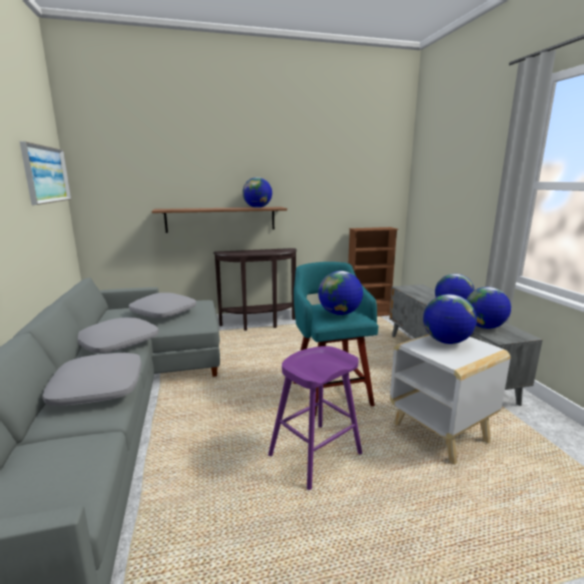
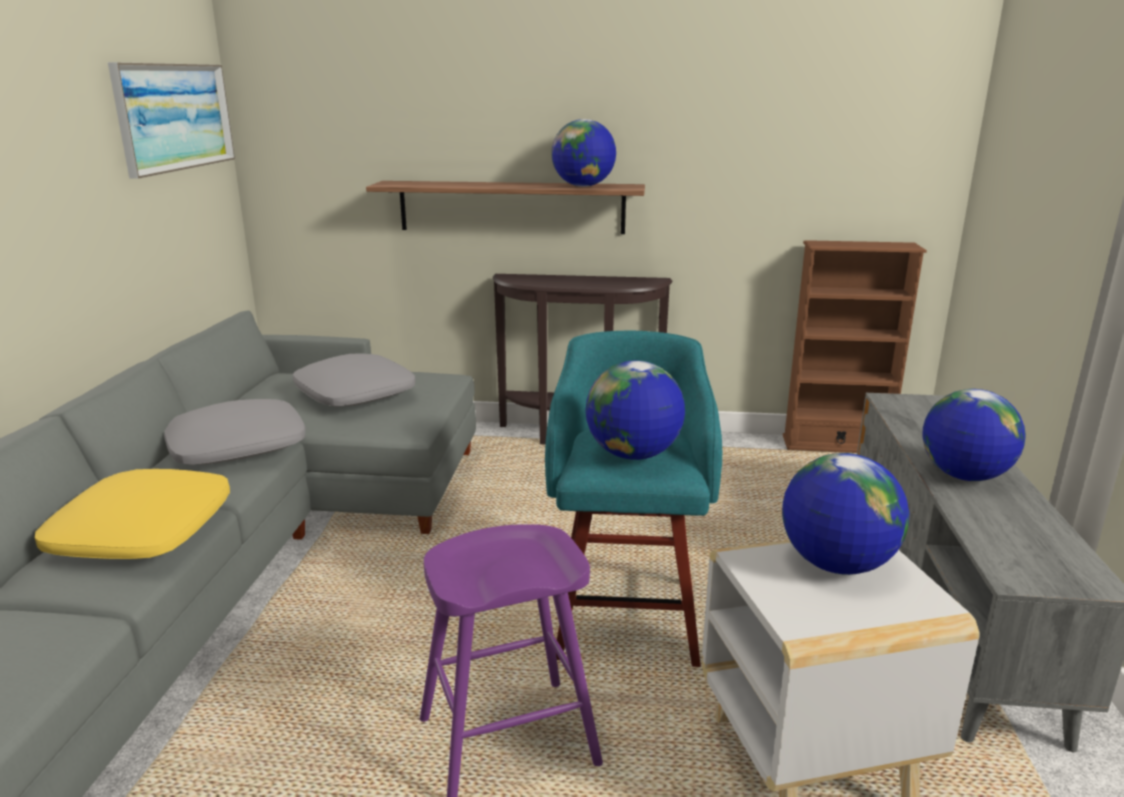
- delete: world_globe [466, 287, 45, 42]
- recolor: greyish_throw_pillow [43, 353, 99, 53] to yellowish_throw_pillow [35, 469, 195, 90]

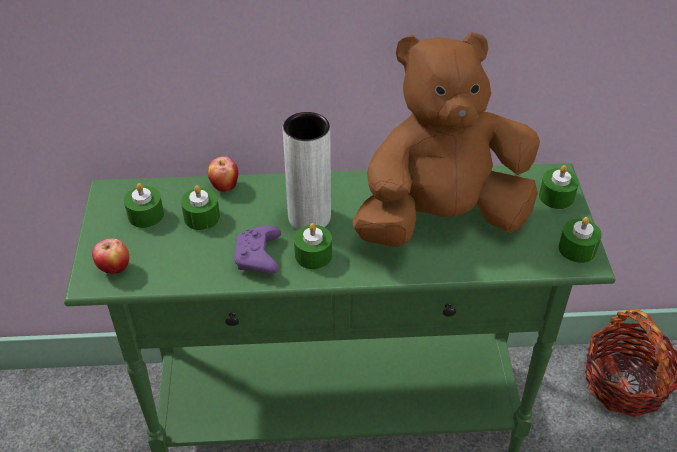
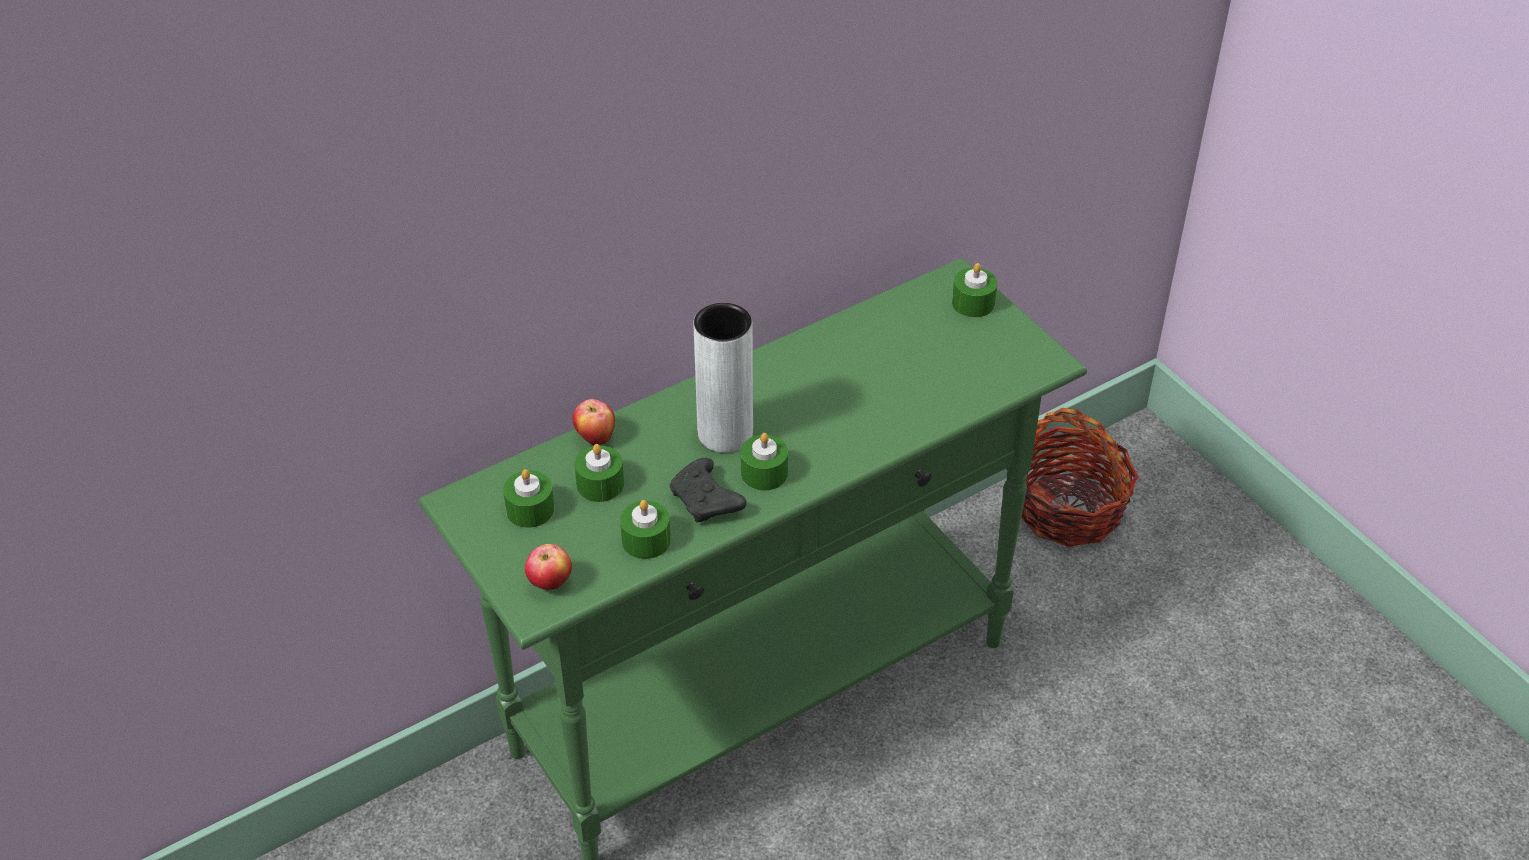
- delete: brown_soft_toy [352, 32, 188, 215]
- move: greenish_candle [559, 217, 43, 46] to [620, 500, 51, 59]
- recolor: purple_joypad [234, 226, 47, 48] to black-coloured_joypad [670, 458, 76, 64]

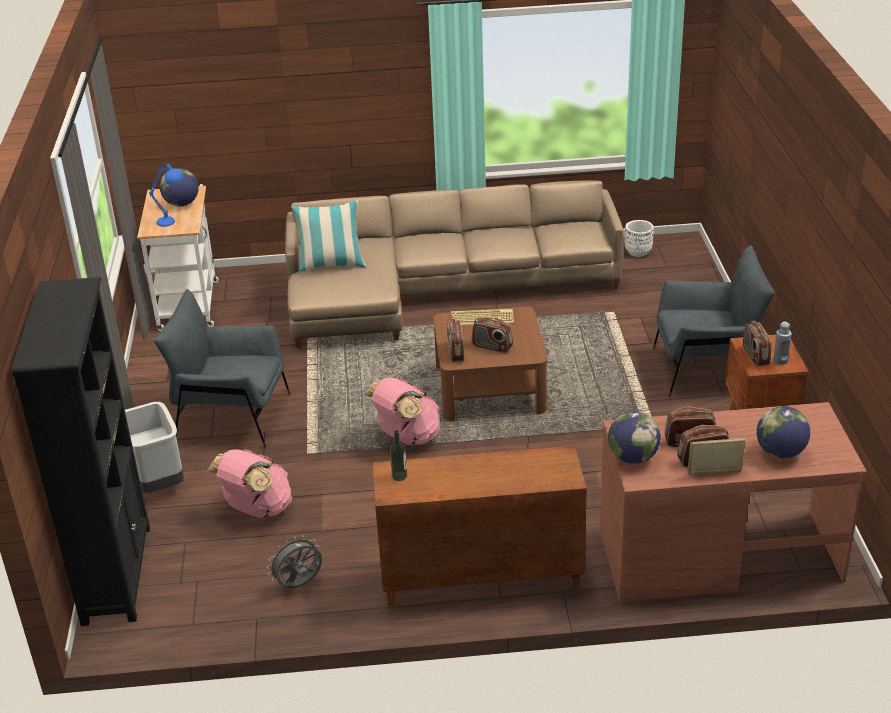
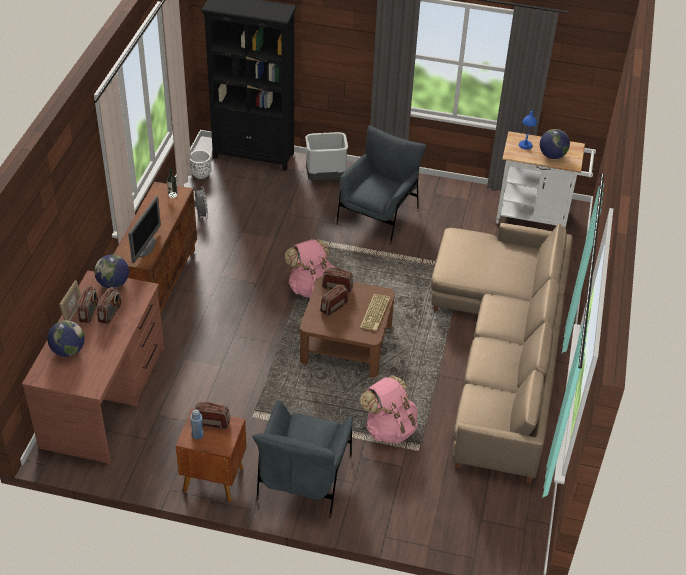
- delete: throw_pillow [291, 200, 75, 71]
- move: whitish_planter [625, 220, 29, 37] to [190, 150, 22, 29]
- move: pinkish_backpack [207, 449, 85, 69] to [360, 375, 58, 69]
- insert: computer_screen [128, 196, 33, 67]

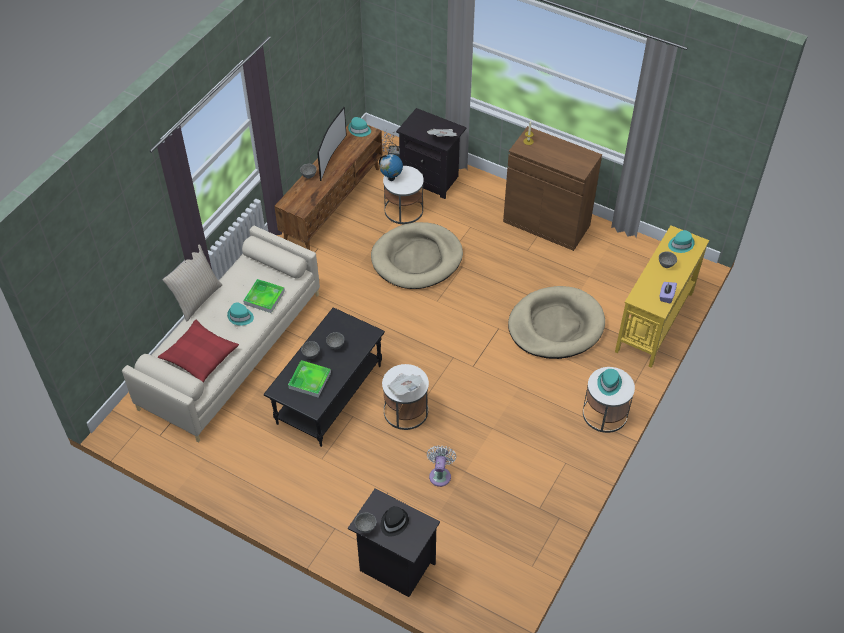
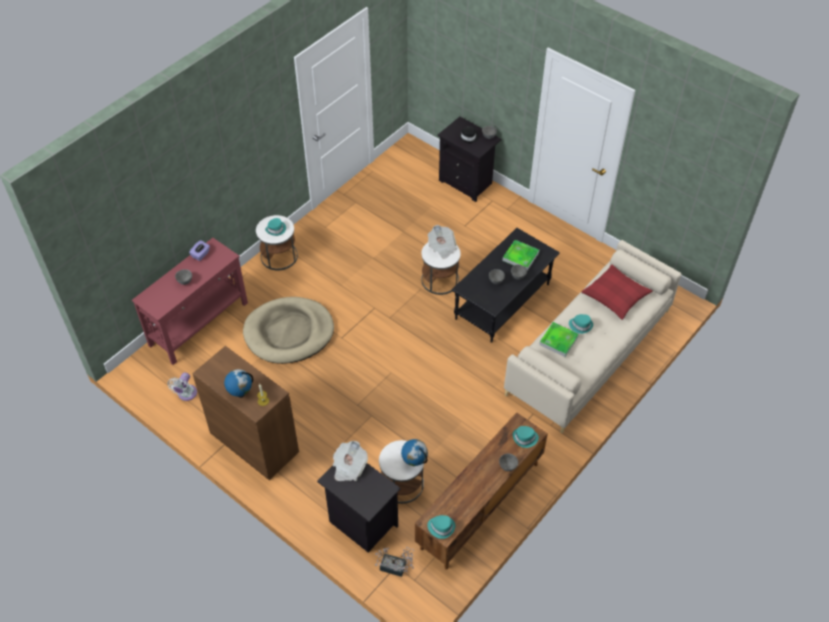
- delete: TV [317, 107, 29, 74]
- delete: sand-coloured_pet_bed [371, 222, 92, 67]
- recolor: yellowish_hall_table [615, 225, 94, 143] to red-coloured_hall_table [132, 238, 116, 127]
- move: turquoise_clothing_hat [668, 230, 27, 23] to [513, 426, 26, 22]
- delete: sand-coloured_throw_pillow [163, 245, 59, 76]
- move: whitish_fan [427, 445, 29, 42] to [167, 372, 30, 29]
- insert: world_globe [224, 369, 29, 29]

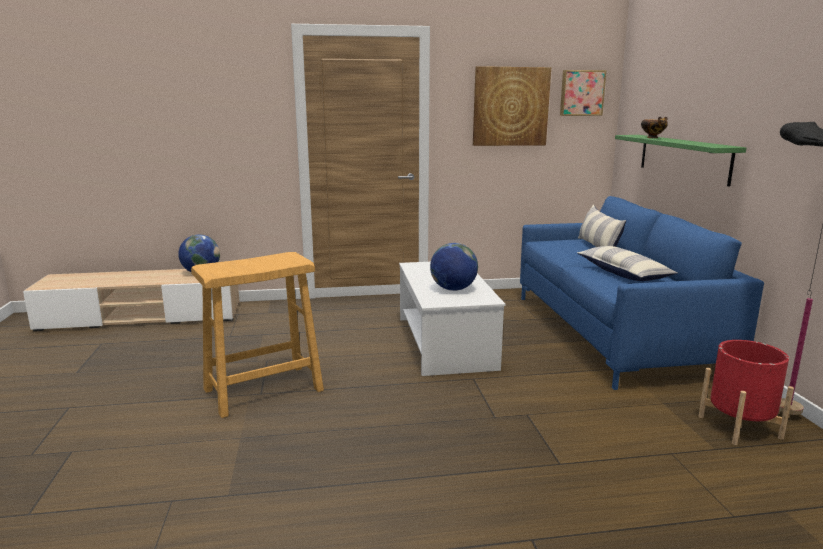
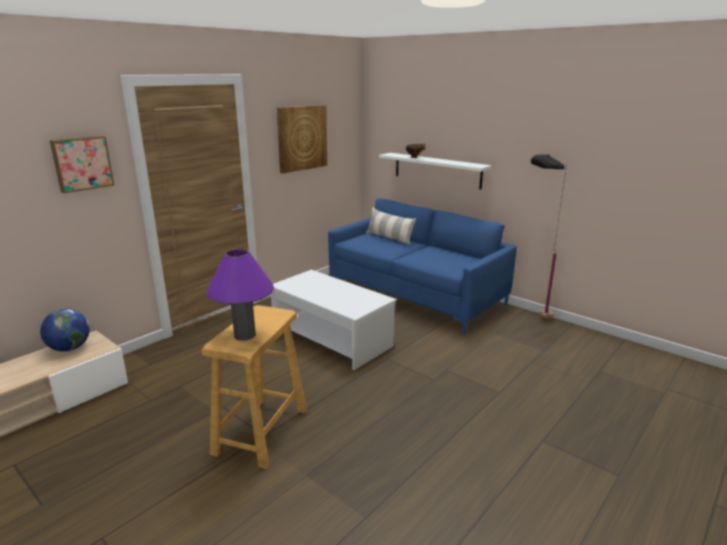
- move: wall_picture [560, 70, 47, 46] to [50, 136, 64, 57]
- recolor: greenish_bracket_shelf [615, 135, 131, 52] to whitish_bracket_shelf [379, 153, 113, 36]
- delete: world_globe [430, 243, 48, 48]
- delete: throw_pillow [577, 246, 100, 35]
- delete: red-coloured_planter [698, 340, 96, 105]
- insert: purple_table_lamp [207, 249, 67, 92]

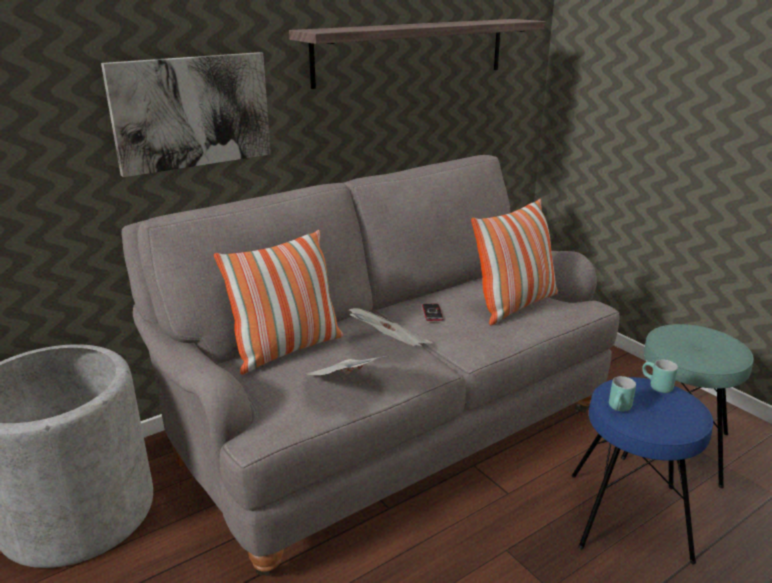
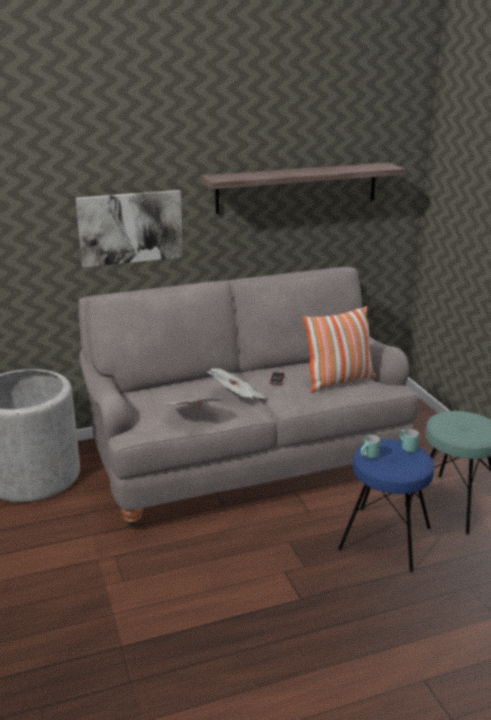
- delete: throw_pillow [214, 230, 129, 144]

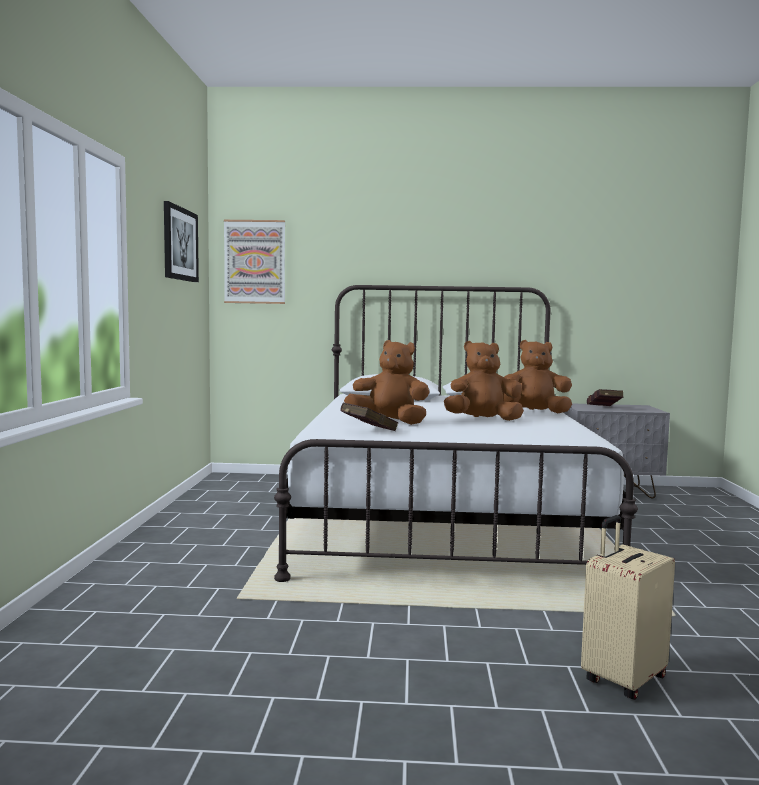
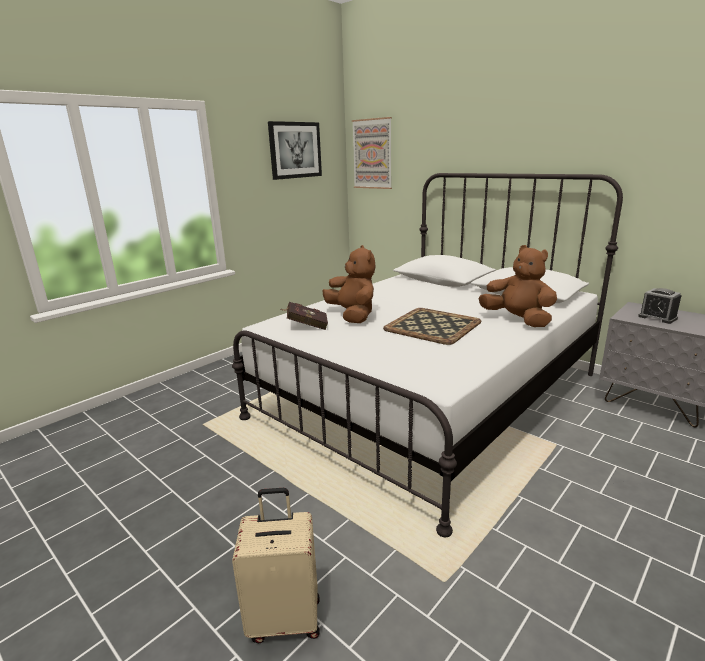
- replace: brown_soft_toy [444, 341, 80, 80] to tray [383, 308, 99, 37]
- replace: red-coloured_volume [587, 389, 36, 17] to bedside_clock [638, 288, 44, 36]

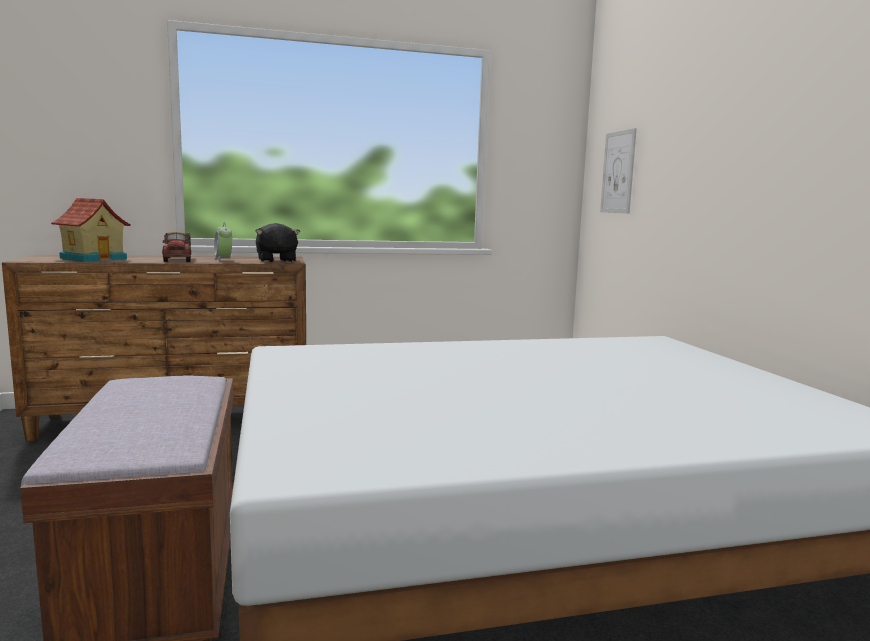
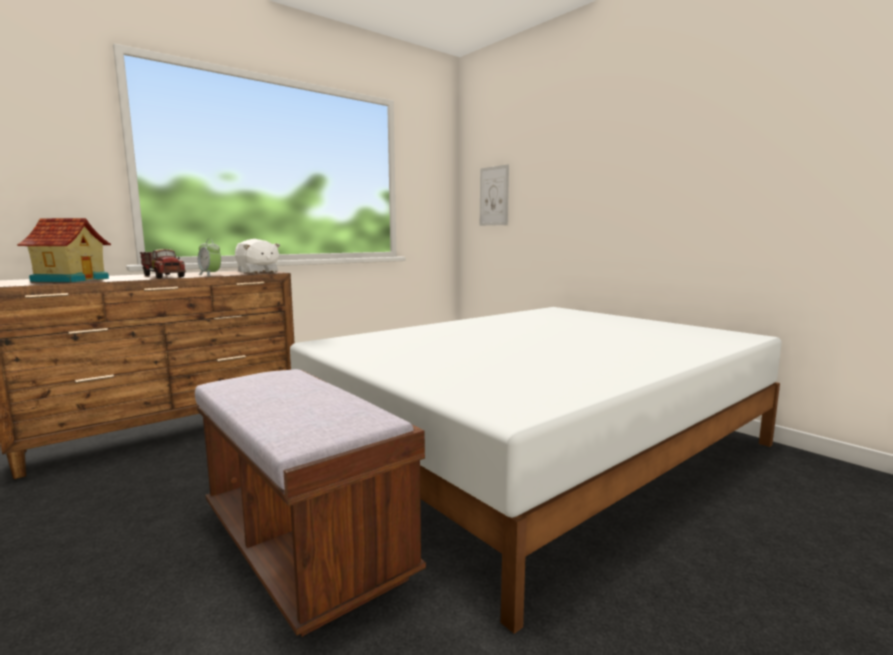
- recolor: black-coloured_soft_toy [256, 223, 44, 39] to whitish_soft_toy [235, 239, 45, 35]

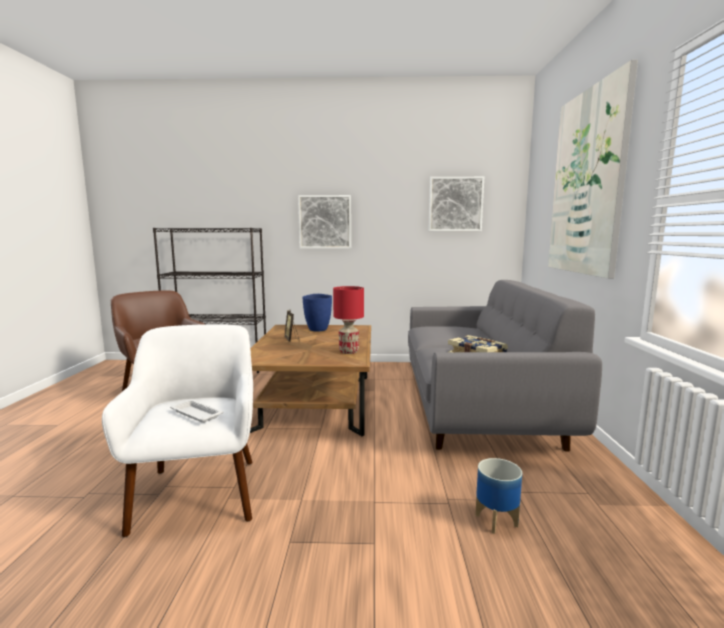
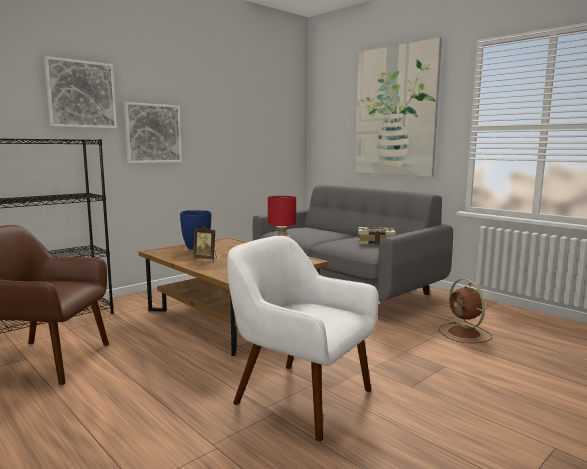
- move: wall_picture [428, 177, 56, 54] to [44, 56, 73, 73]
- delete: whitish_tray [170, 400, 53, 23]
- replace: planter [475, 458, 47, 76] to brown_fan [439, 279, 54, 64]

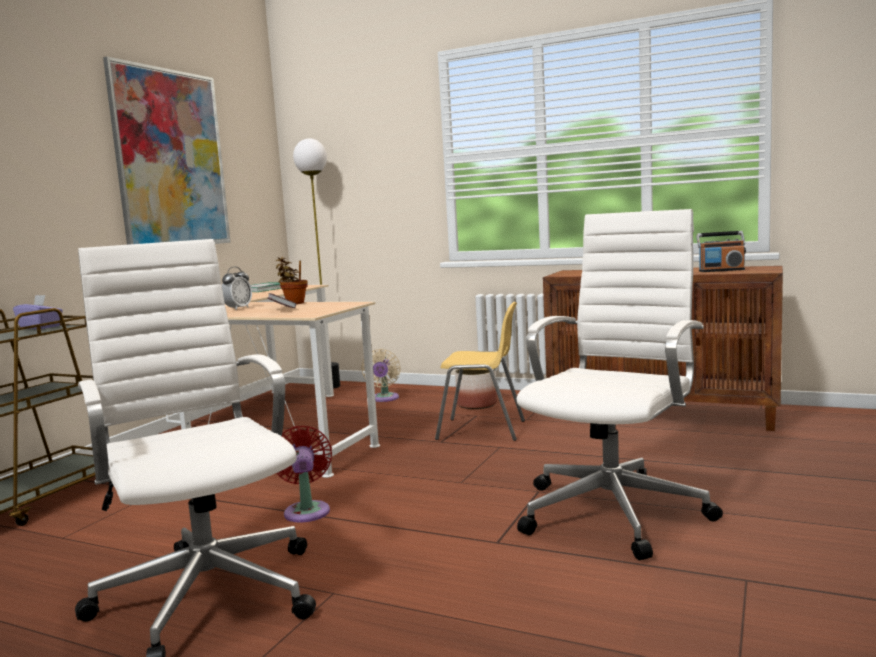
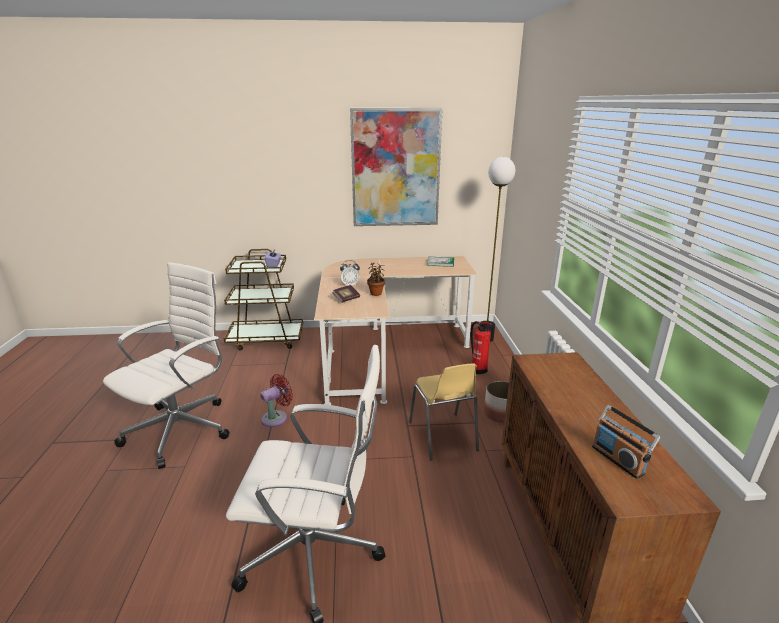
- replace: sand-coloured_fan [361, 349, 40, 53] to extinguisher [470, 321, 21, 54]

